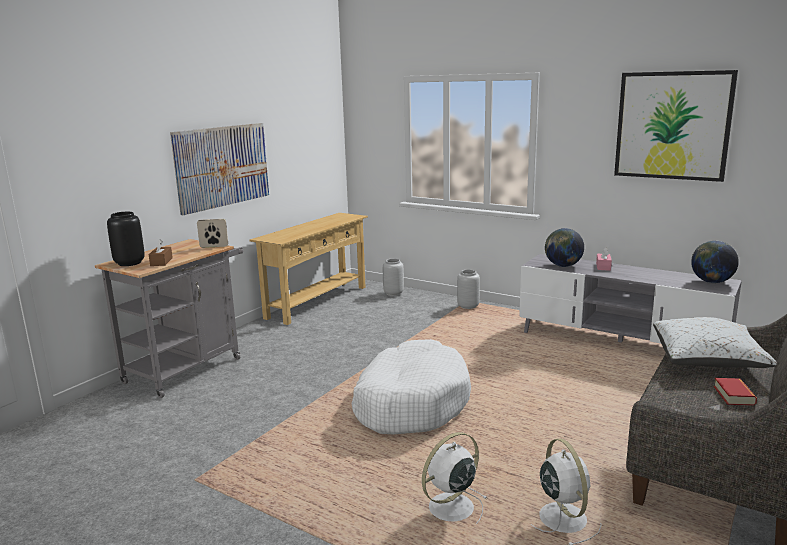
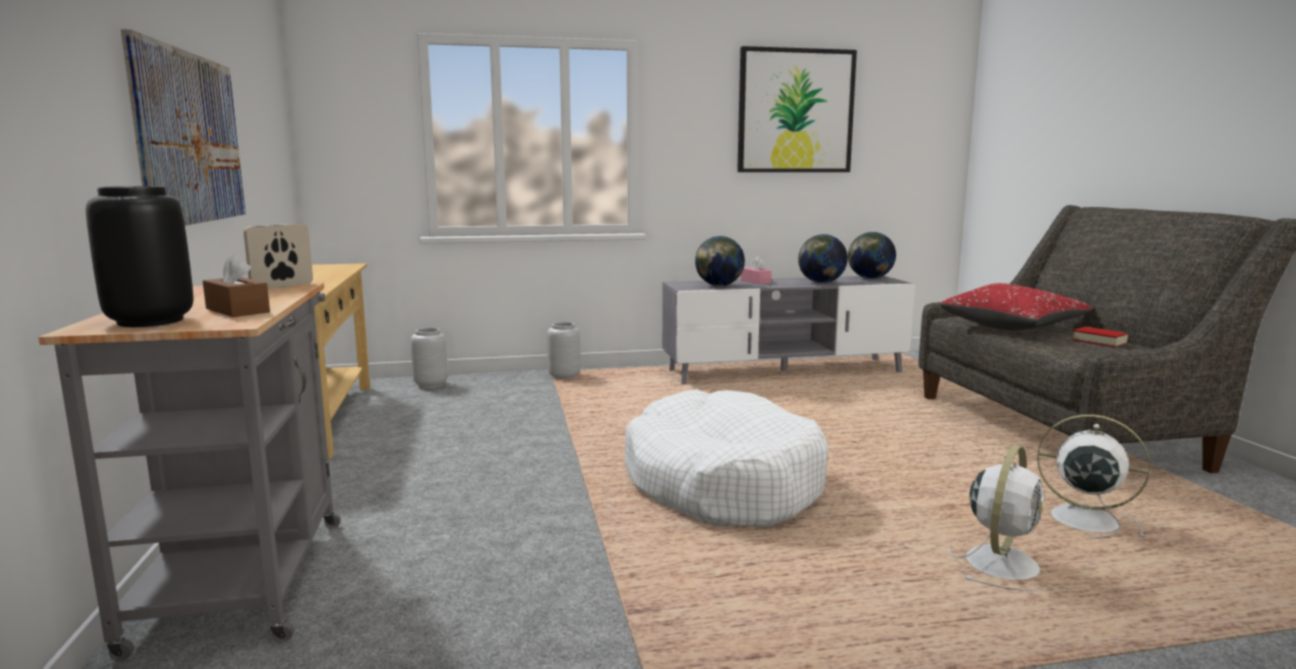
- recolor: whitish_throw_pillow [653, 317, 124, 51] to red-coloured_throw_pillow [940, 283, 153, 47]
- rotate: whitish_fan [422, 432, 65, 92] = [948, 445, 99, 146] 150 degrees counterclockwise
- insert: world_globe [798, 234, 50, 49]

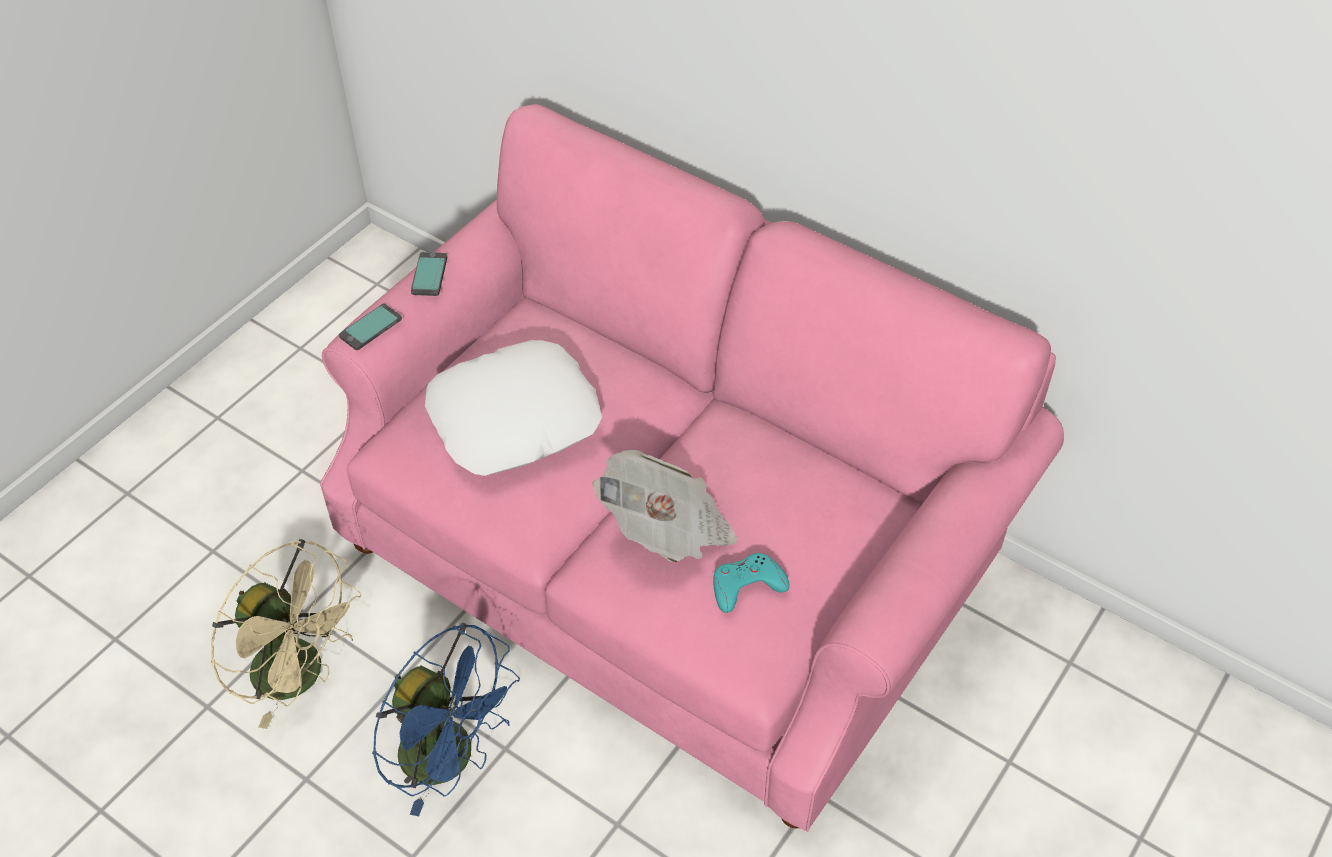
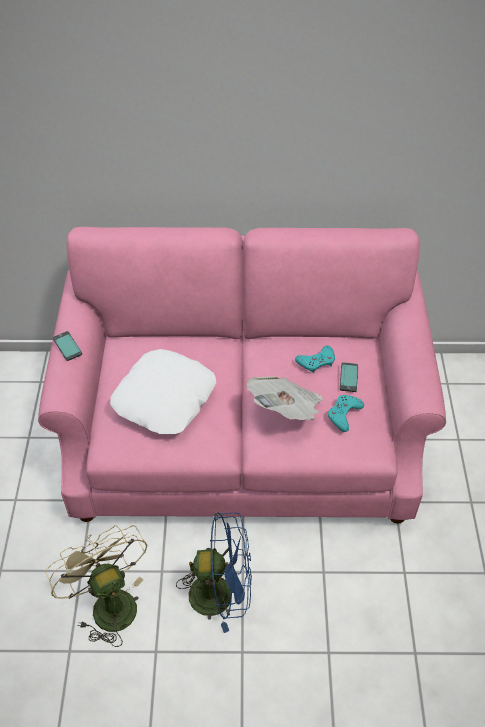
- move: telephone [339, 304, 63, 46] to [340, 362, 18, 30]
- rotate: sand-coloured_fan [211, 539, 151, 190] = [45, 525, 102, 122] 120 degrees counterclockwise
- insert: turquoise_joypad [295, 346, 40, 27]

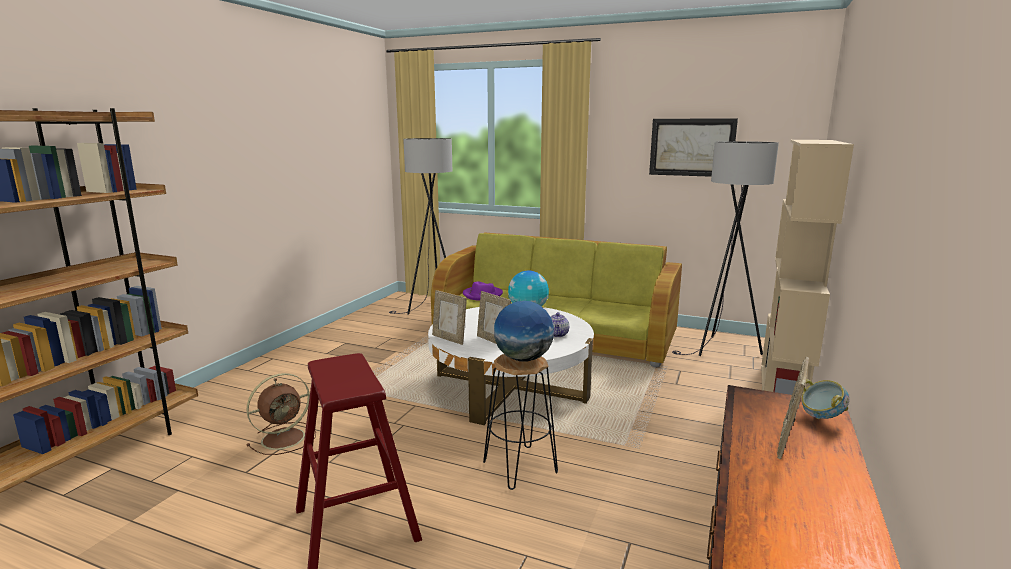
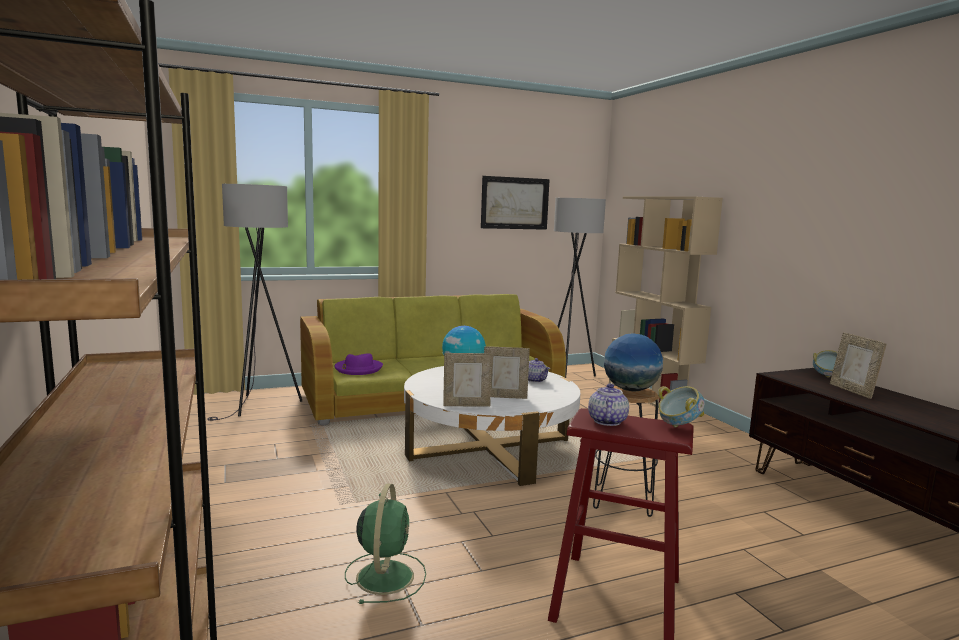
- recolor: brown_fan [246, 373, 70, 82] to greenish_fan [345, 483, 81, 121]
- insert: pot_for_tea [588, 384, 41, 42]
- insert: bowl [658, 386, 47, 41]

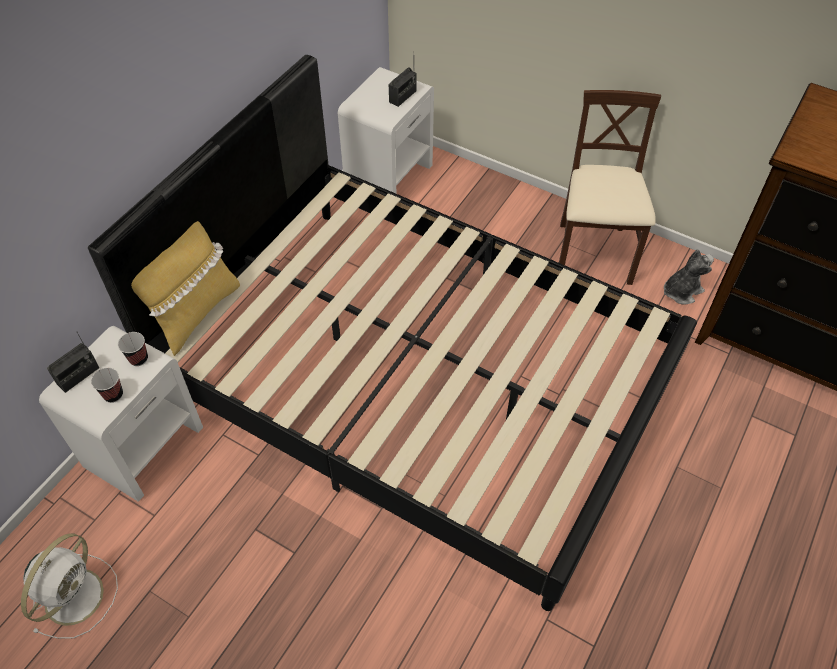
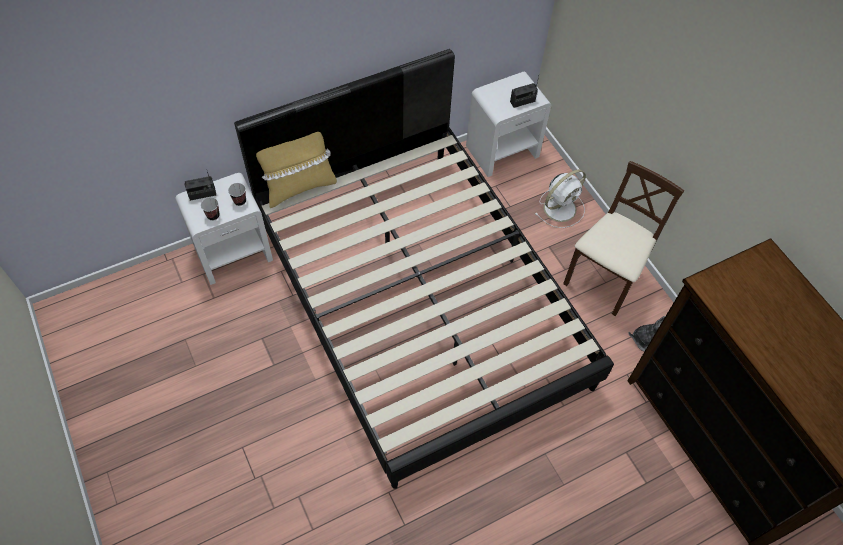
- move: whitish_fan [21, 533, 97, 106] to [535, 169, 51, 59]

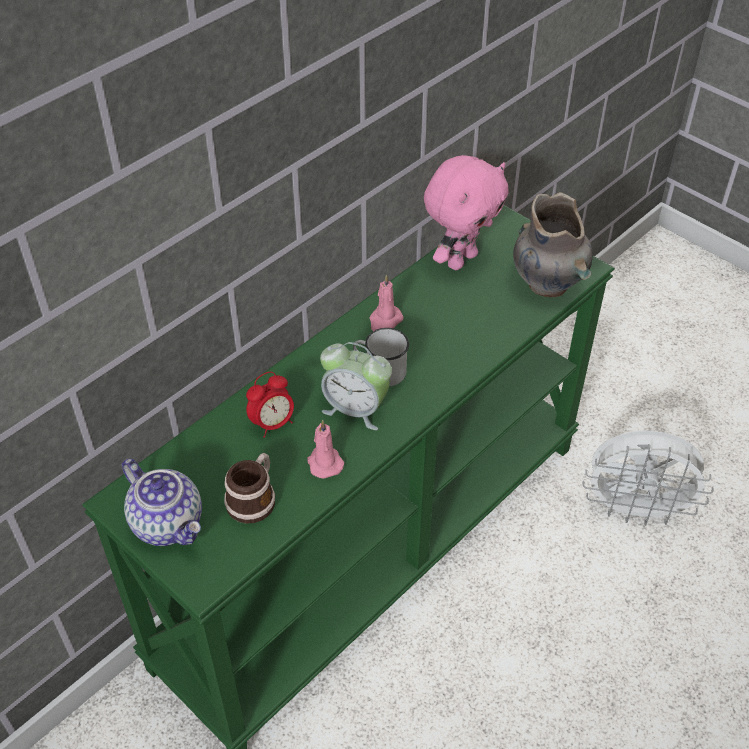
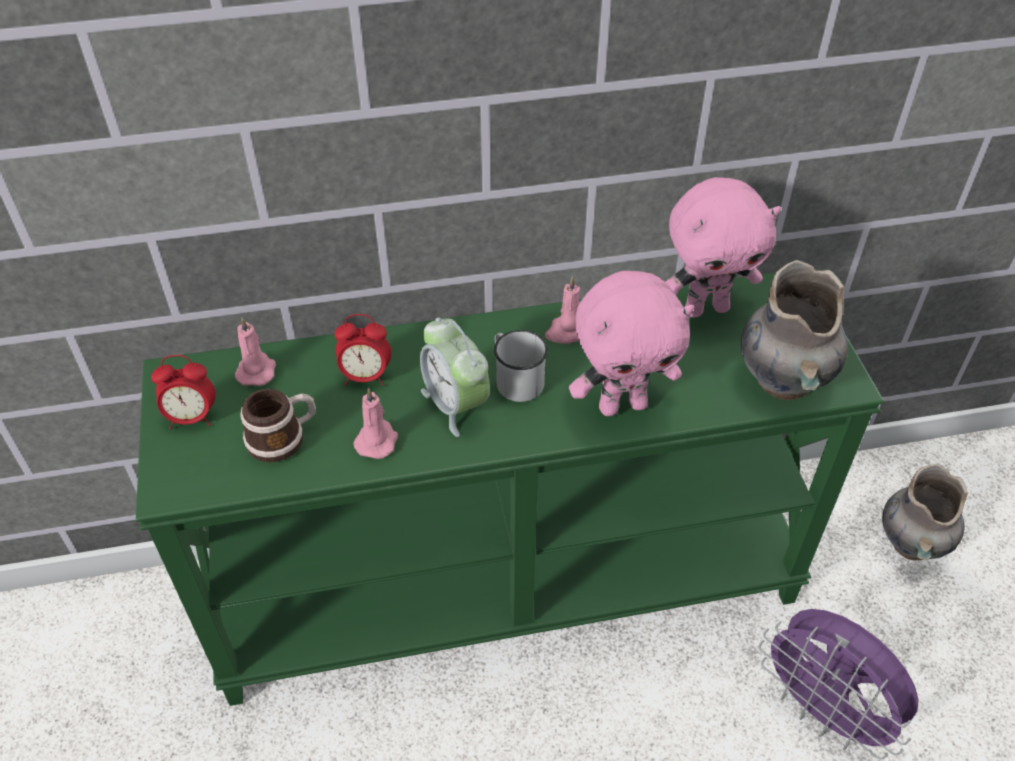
- recolor: whitish_fan [583, 431, 130, 95] to purple_fan [759, 609, 160, 151]
- replace: pot_for_tea [122, 458, 80, 88] to bedside_clock [151, 355, 65, 74]
- insert: pinkish_soft_toy [569, 271, 125, 145]
- insert: pinkish_candle [235, 317, 41, 69]
- insert: greyish_vase [882, 464, 86, 97]

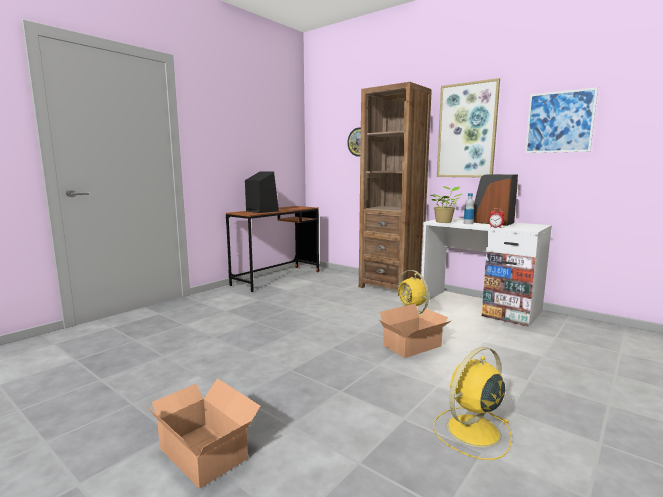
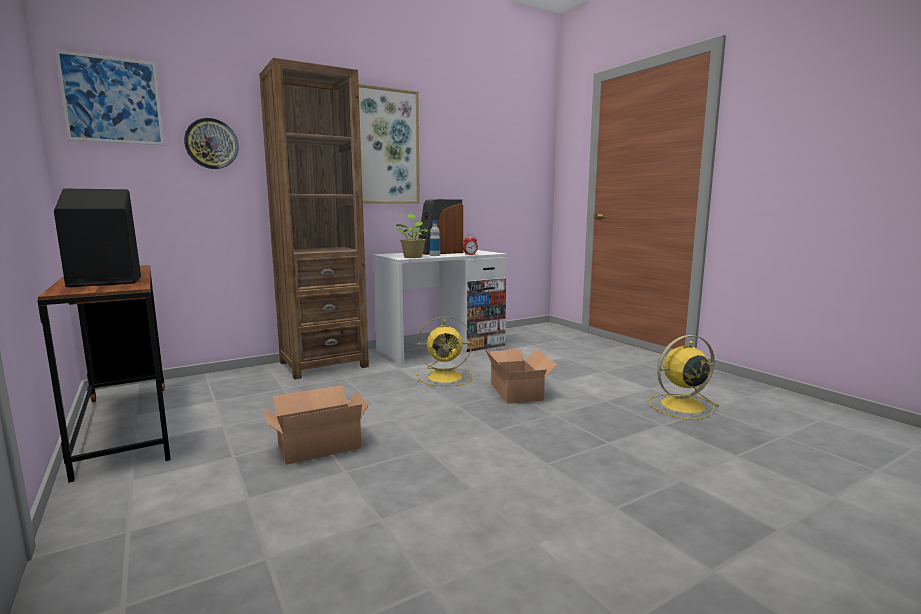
- move: wall_picture [525, 87, 73, 66] to [55, 50, 109, 95]
- rotate: yellowish_fan [433, 347, 79, 113] = [648, 335, 71, 85] 90 degrees clockwise
- move: packing_box [145, 378, 115, 111] to [263, 385, 106, 80]

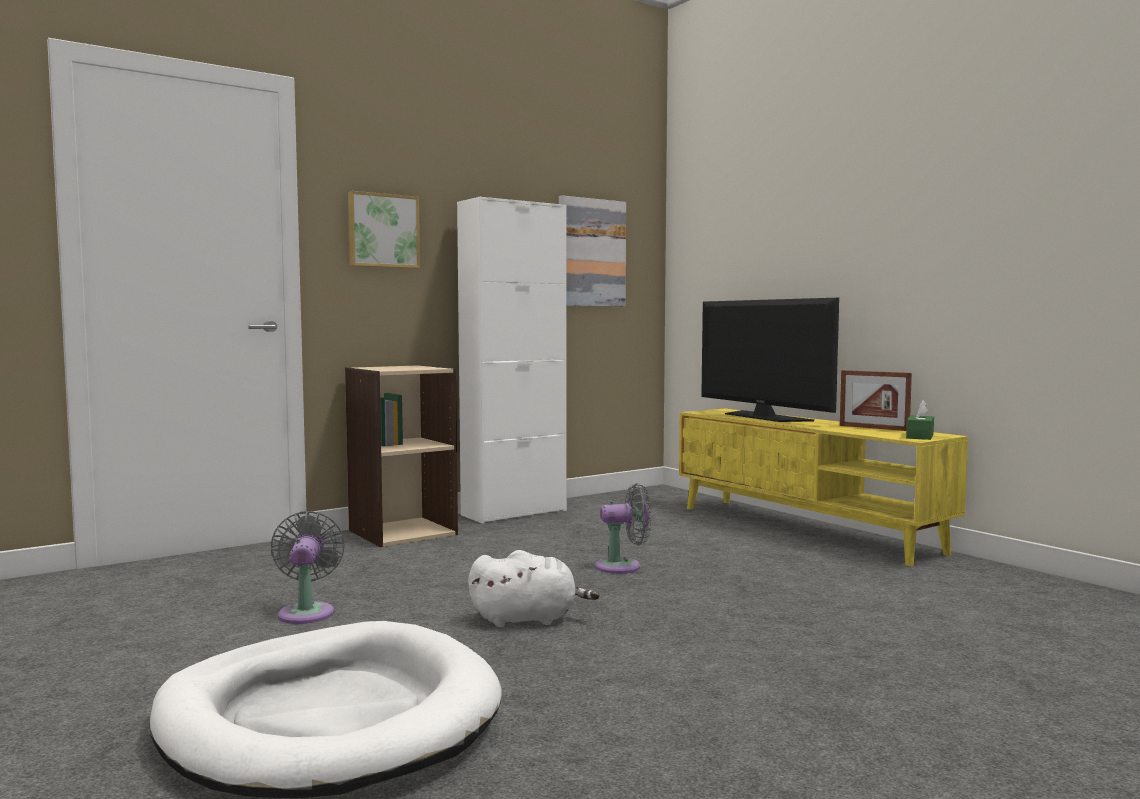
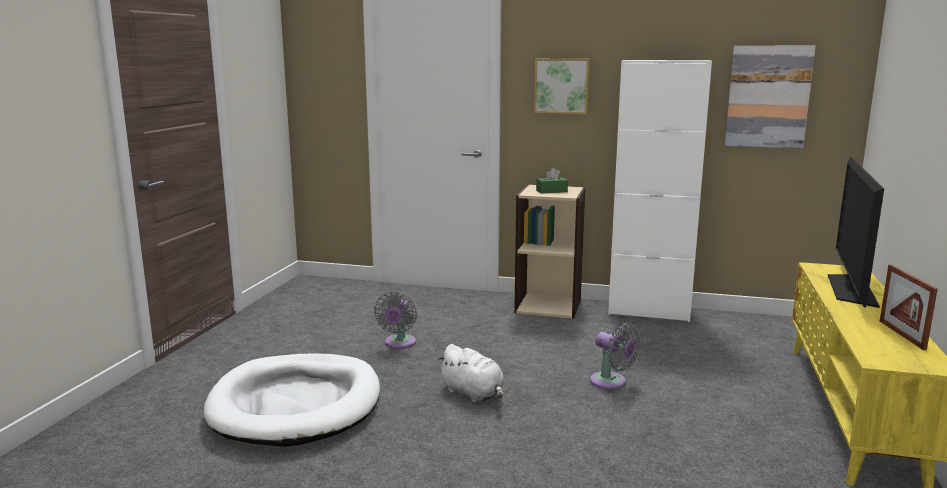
- move: greenish_box_of_tissues [906, 400, 28, 40] to [536, 168, 32, 26]
- rotate: greyish_fan [271, 511, 74, 113] = [374, 291, 43, 58] 150 degrees clockwise

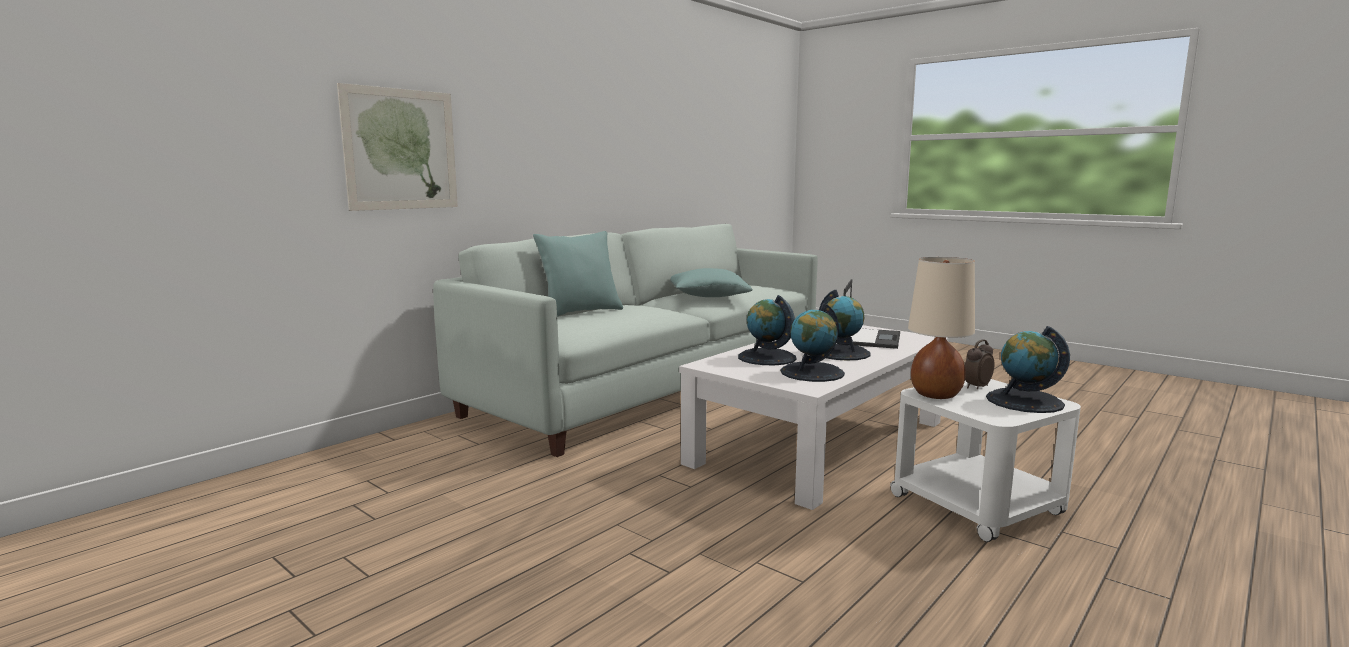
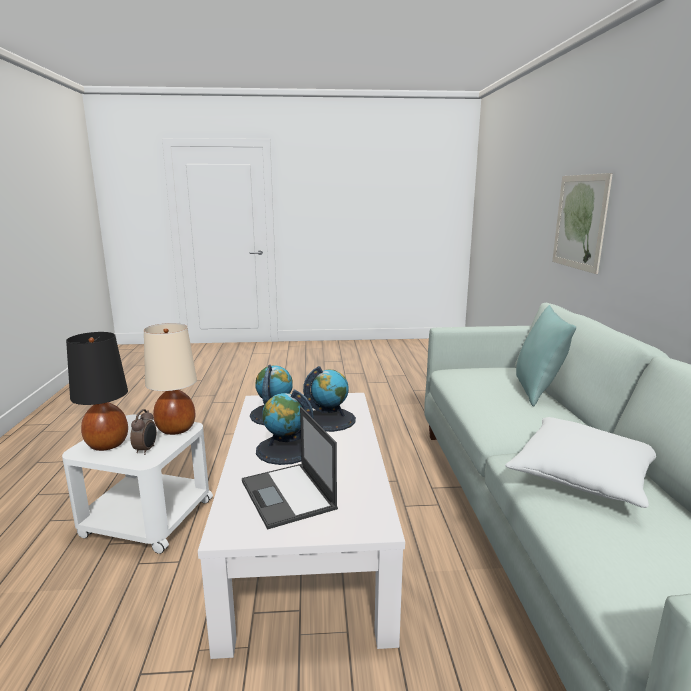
- recolor: turquoise_throw_pillow [670, 268, 83, 29] to whitish_throw_pillow [505, 417, 151, 91]
- replace: world_globe [986, 326, 84, 87] to black-coloured_table_lamp [66, 332, 62, 119]

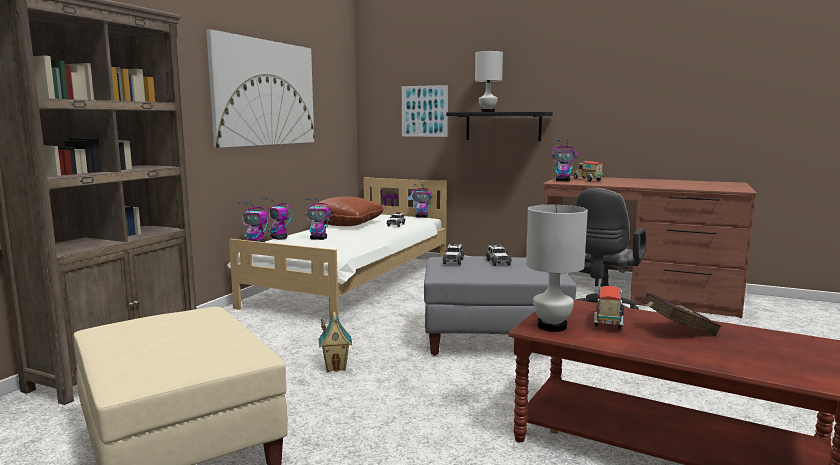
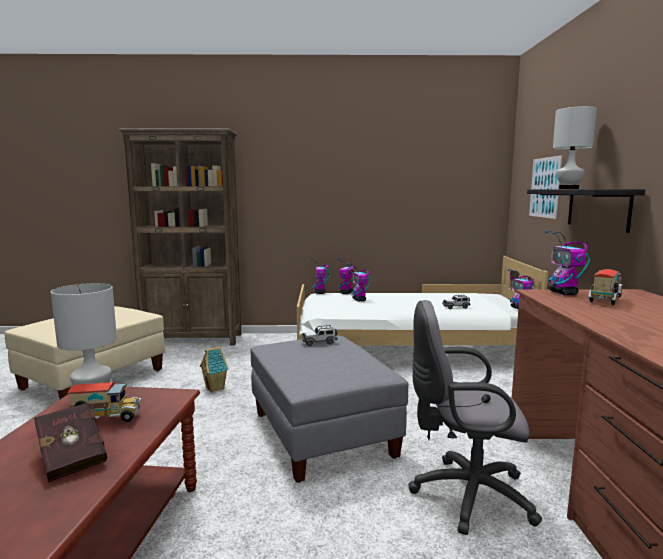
- delete: wall_picture [206, 29, 108, 119]
- delete: brown_throw_pillow [304, 196, 80, 30]
- delete: model_car [486, 244, 26, 22]

